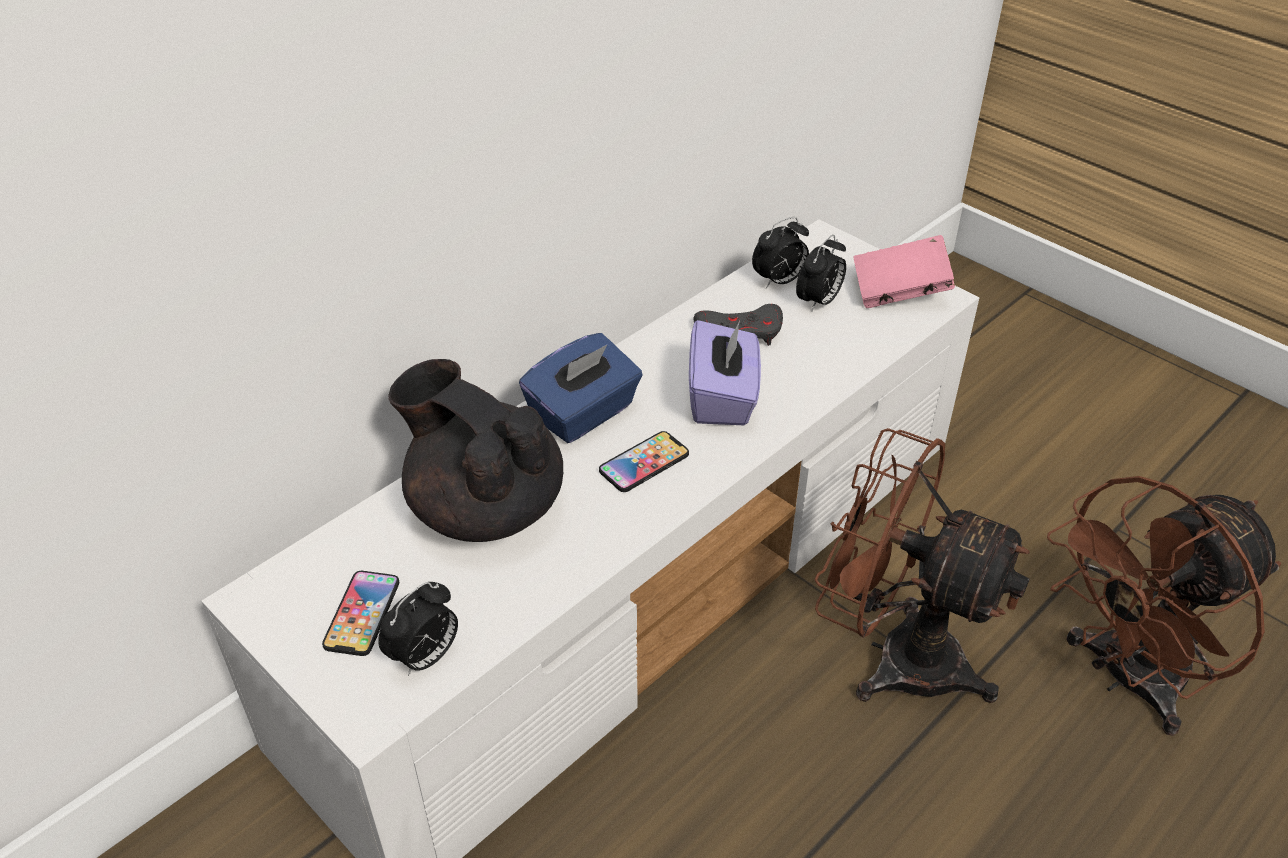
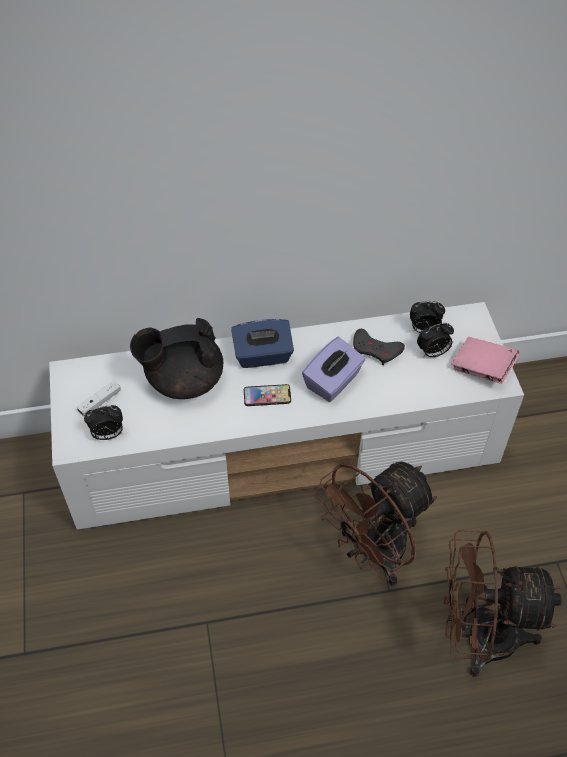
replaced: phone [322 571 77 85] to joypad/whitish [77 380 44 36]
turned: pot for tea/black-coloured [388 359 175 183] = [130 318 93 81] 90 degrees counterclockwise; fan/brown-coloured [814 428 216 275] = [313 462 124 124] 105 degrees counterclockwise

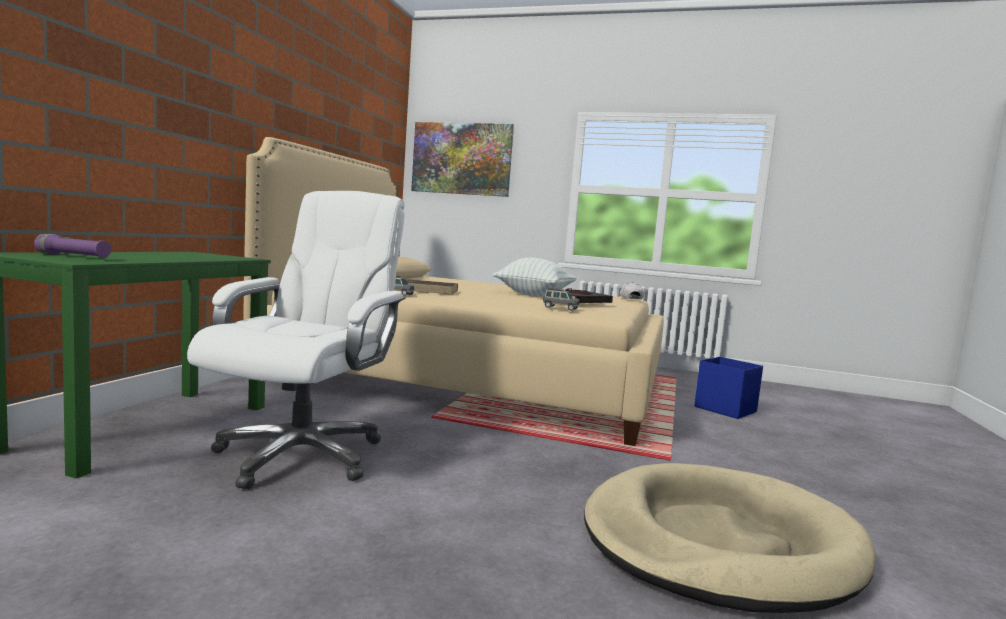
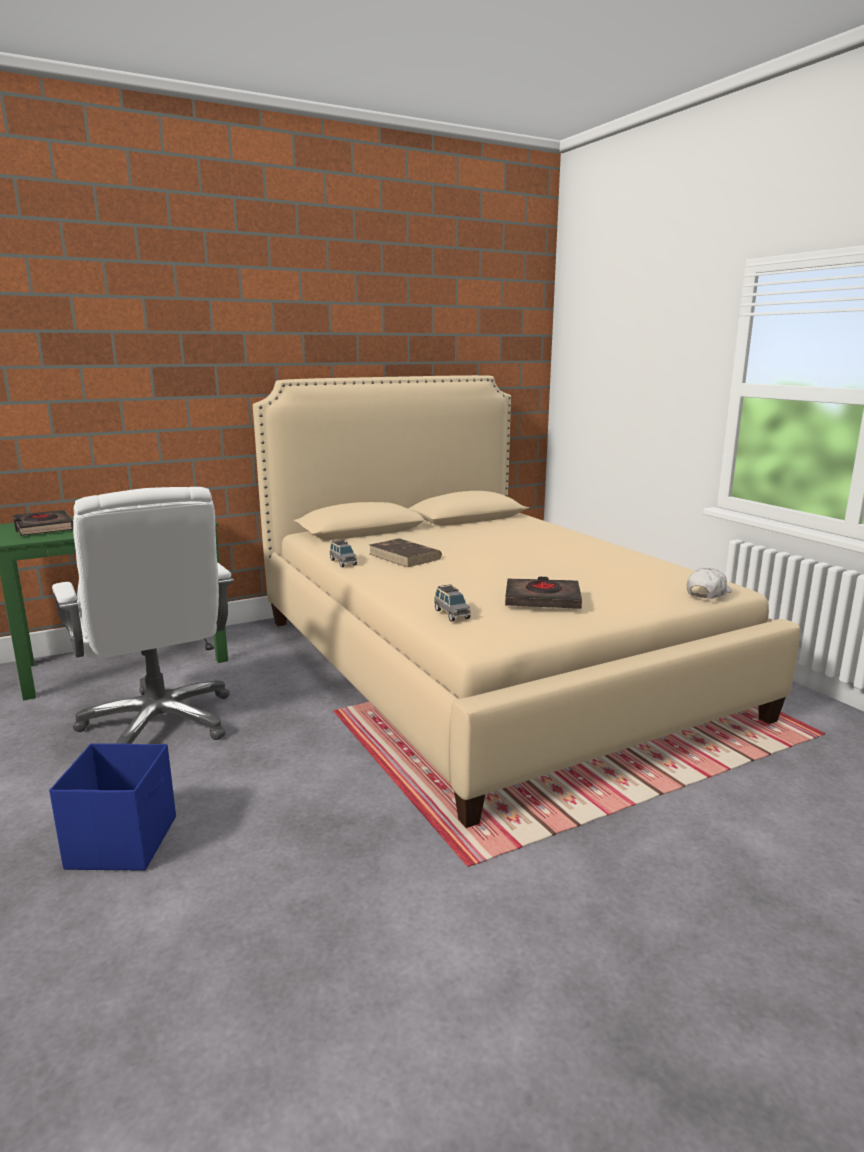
removed: wall art [411 122 103 75]; cushion [492 258 85 39]; dog bed/beige-coloured [584 463 292 150]
moved: storage bin/blue [694 357 69 62] to [49 743 127 127]
replaced: hand torch/purplish [34 234 78 24] to bound book/black-coloured [13 510 60 26]
turned: computer chair/whitish [187 191 219 298] = [52 487 182 257] 90 degrees clockwise

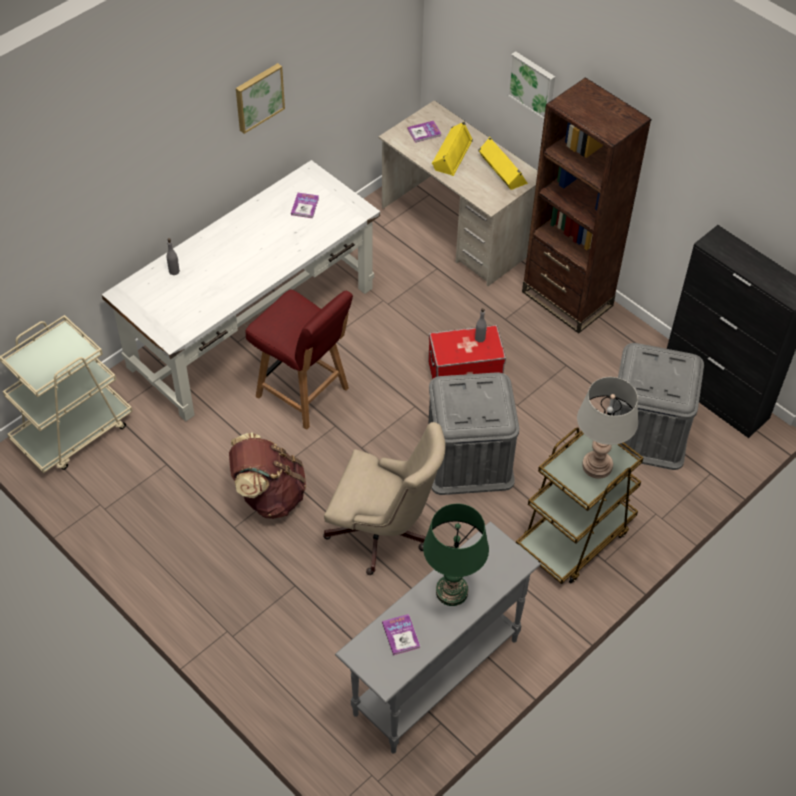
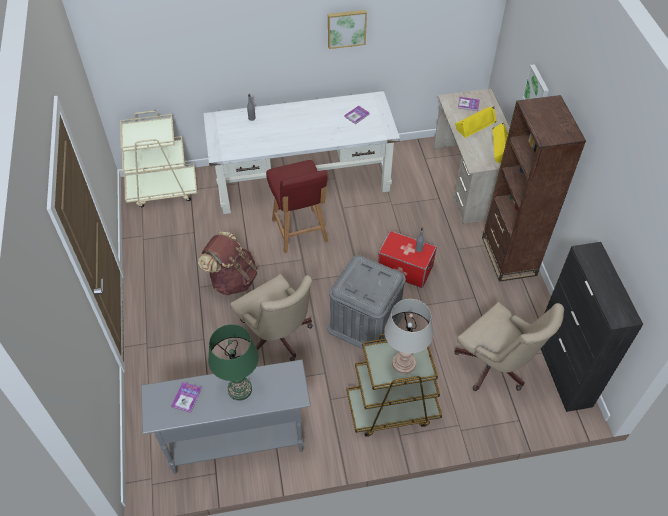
replaced: storage bin/grey [609 343 95 127] to computer chair/beige-coloured [454 302 110 89]

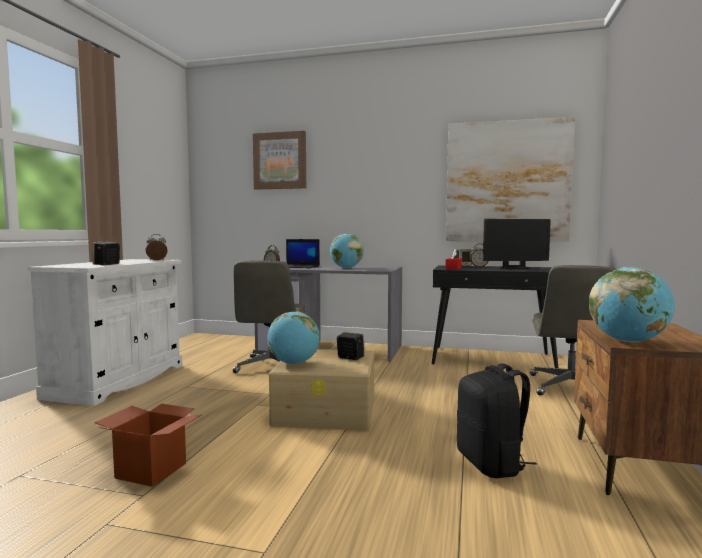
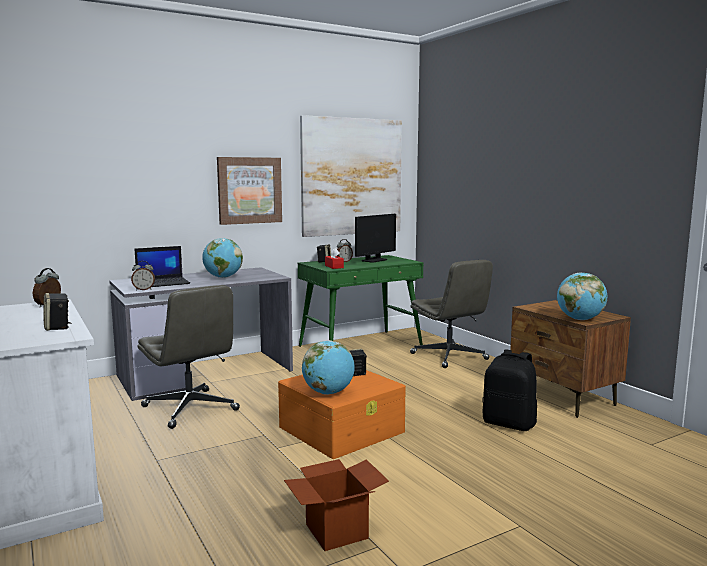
moved: wall art [253 131 53 59] to [217 157 65 68]
recoloured: storage bin/beige-coloured [269 349 105 81] to storage bin/orange [278 370 128 89]; desk/black-coloured [432 265 126 103] to desk/green [298 255 126 92]

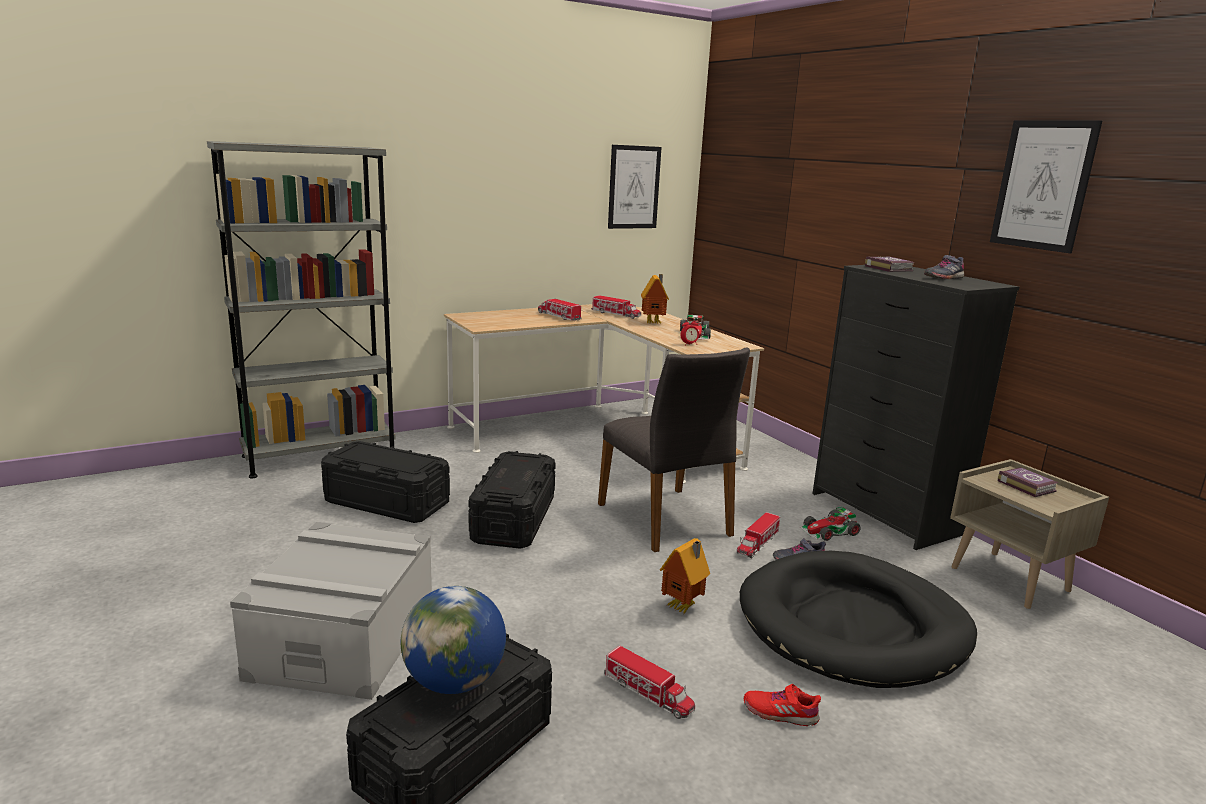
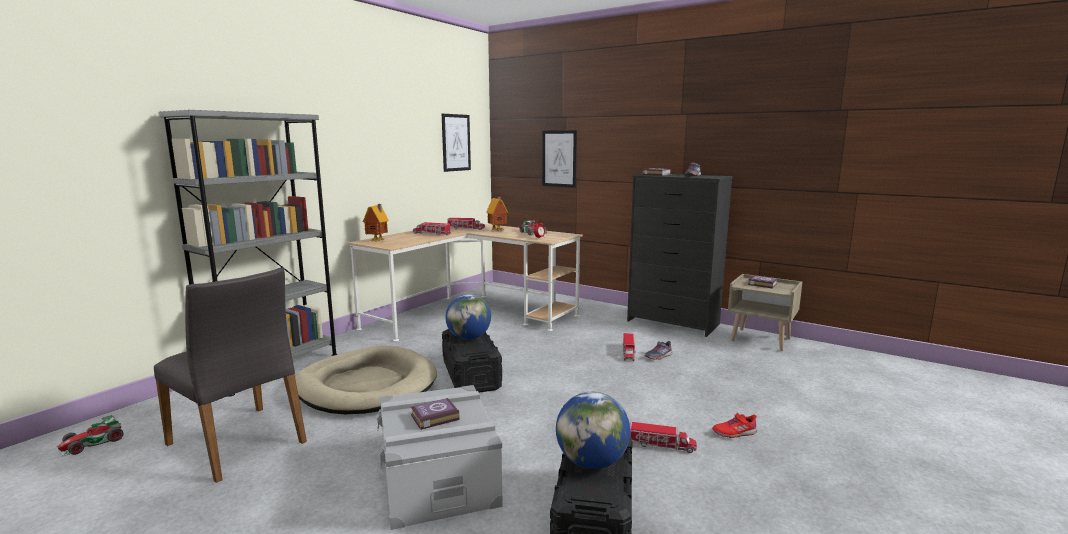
removed: dog bed/black-coloured [740 551 237 137]
added: bound book [411 398 49 32]; desk globe [445 294 46 46]
moved: toy car [800 507 60 34] to [57 415 67 42]; upright chair/grey [598 348 152 204] to [154 267 153 216]; miniature house [660 538 50 76] to [363 204 26 37]; wall art [990 120 112 133] to [542 130 35 58]
replaced: storage bin/black-coloured [321 441 129 82] to dog bed/beige-coloured [295 346 142 68]

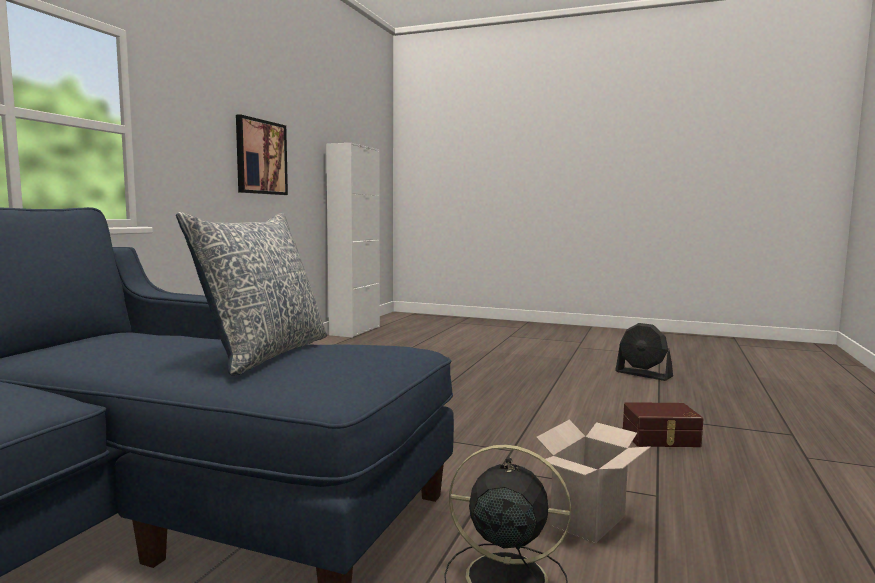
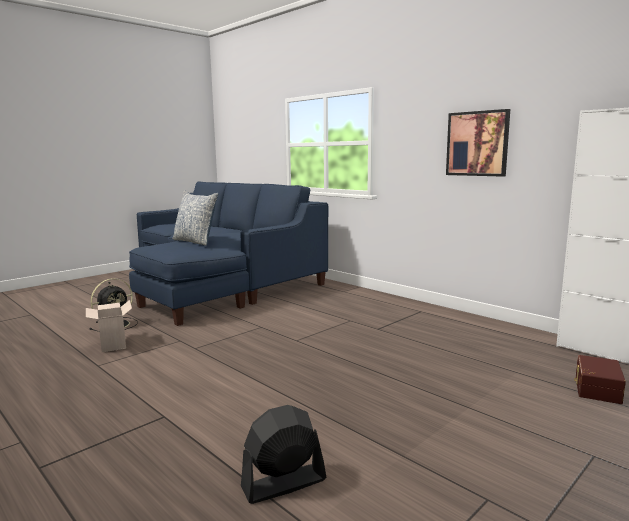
moved: storage bin/brown-coloured [623 402 80 45] to [574 355 52 49]

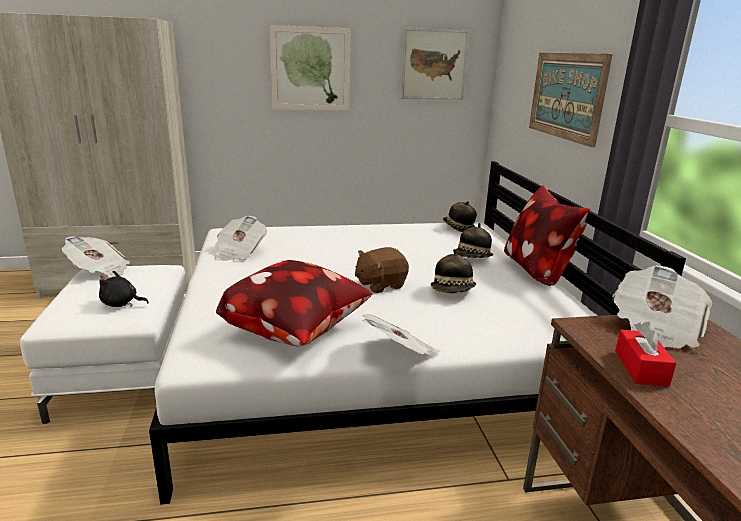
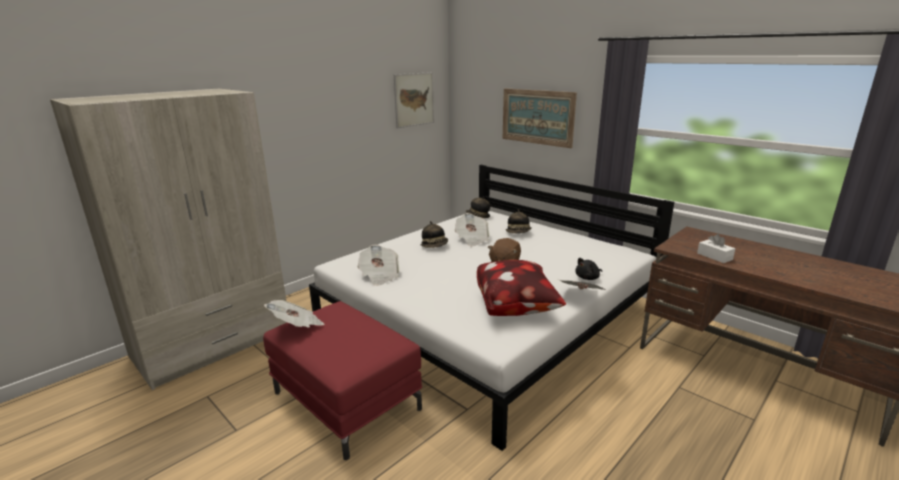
removed: wall art [270 25 80 86]; cushion [504 185 86 101]
moved: wearable hat [431 249 45 44] to [421 221 27 27]; printed paper [613 265 99 83] to [455 213 34 33]; soft toy/black-coloured [99 271 50 36] to [575 258 27 22]
recoloured: footrest/whitish [20 265 167 159] to footrest/red [263 301 159 159]; tissue box/red [615 321 62 66] to tissue box/whitish [697 234 38 29]

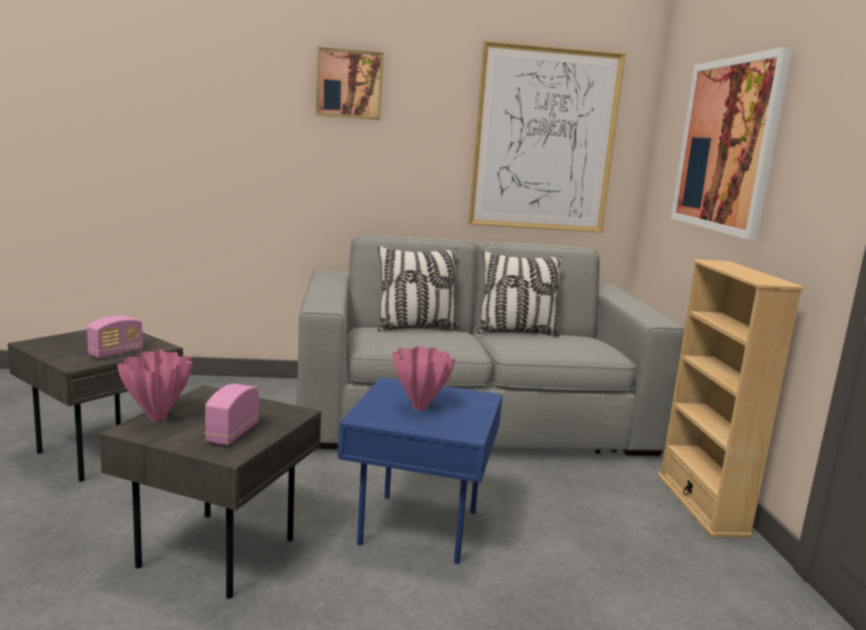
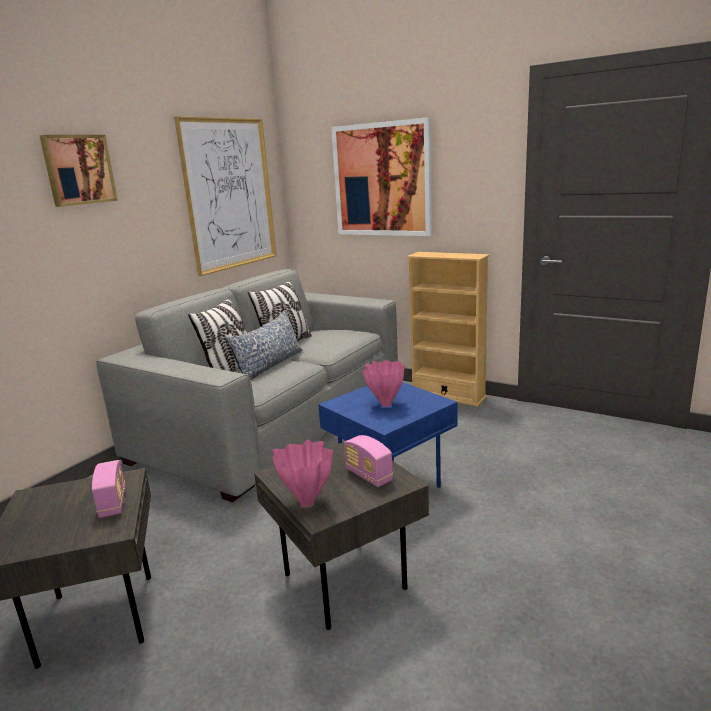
added: cushion [226 310 77 70]

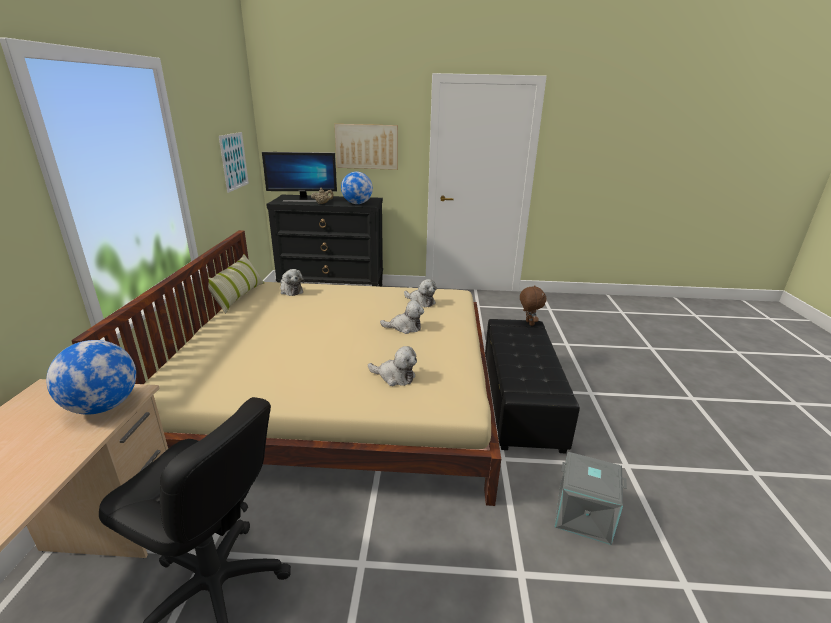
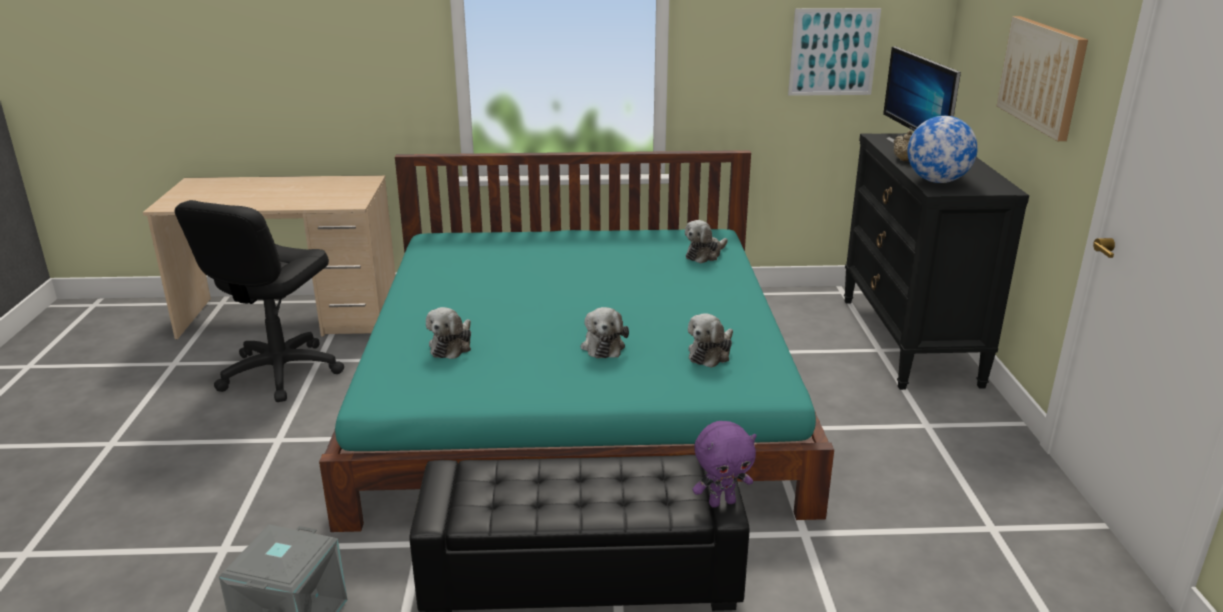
removed: desk globe [46 340 90 75]; cushion [200 254 64 60]
recoloured: bed/beige-coloured [71 230 430 276] to bed/blue-green [319 150 515 382]; soft toy/brown-coloured [520 285 26 41] to soft toy/purplish [692 421 65 87]

